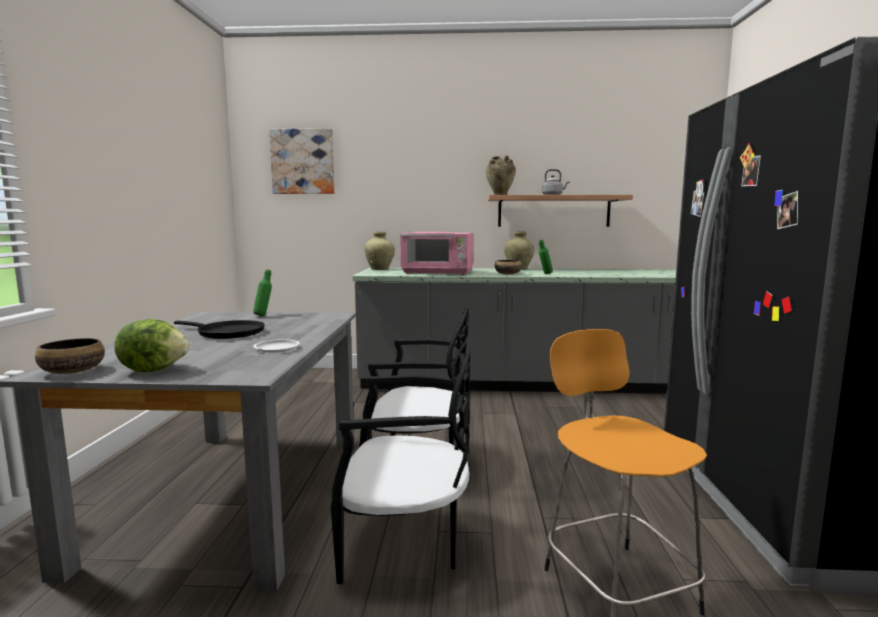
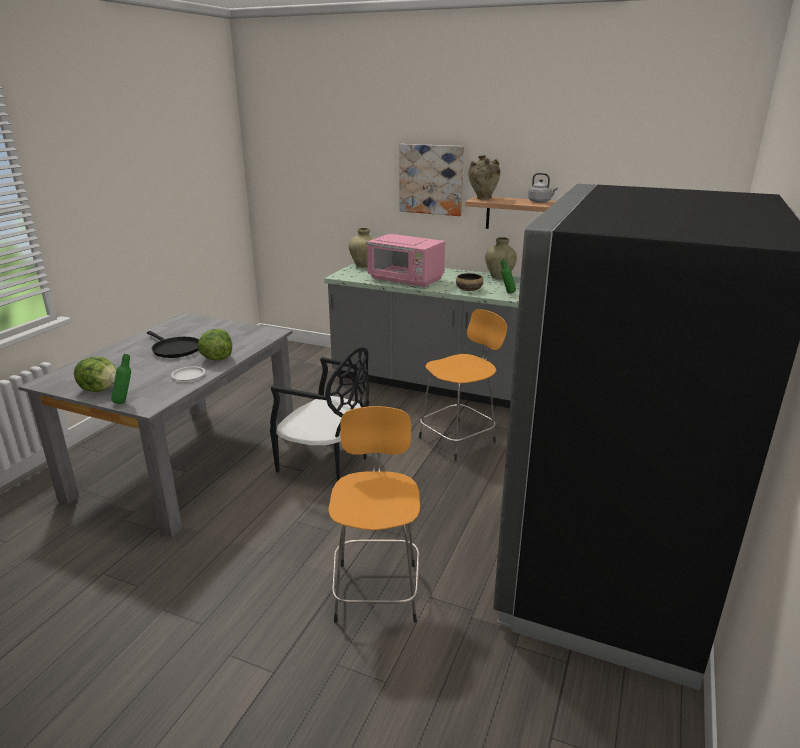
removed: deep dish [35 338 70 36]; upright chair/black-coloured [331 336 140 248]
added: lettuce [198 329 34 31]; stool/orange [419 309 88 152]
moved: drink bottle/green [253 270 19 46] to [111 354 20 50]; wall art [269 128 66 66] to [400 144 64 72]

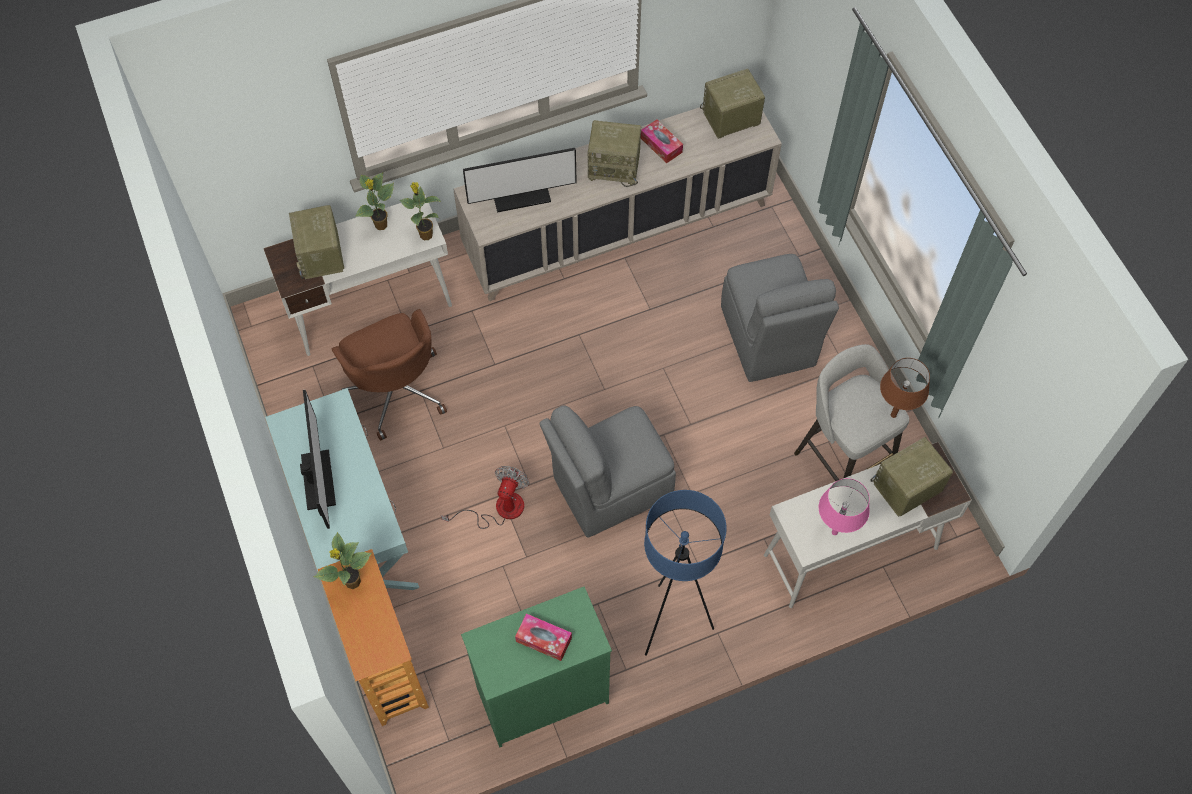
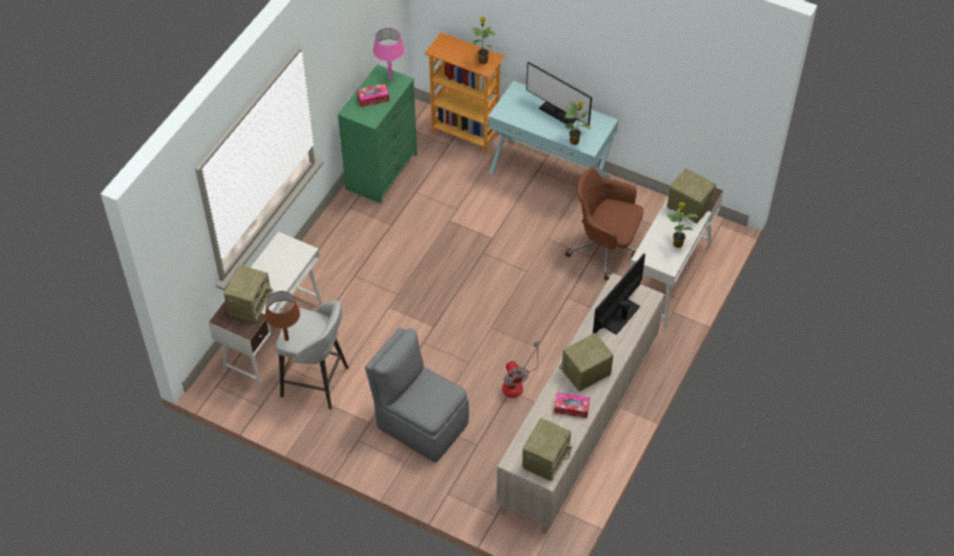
removed: upright chair/grey [539 405 137 133]; floor lamp/blue [644 490 83 166]
moved: table lamp/pinkish [819 478 51 57] to [373 28 31 51]; fan [441 466 88 63] to [502 341 37 57]; potted plant [399 182 43 58] to [564 101 27 44]

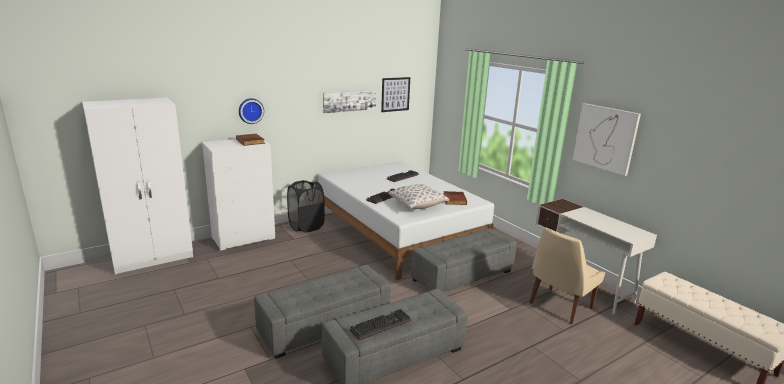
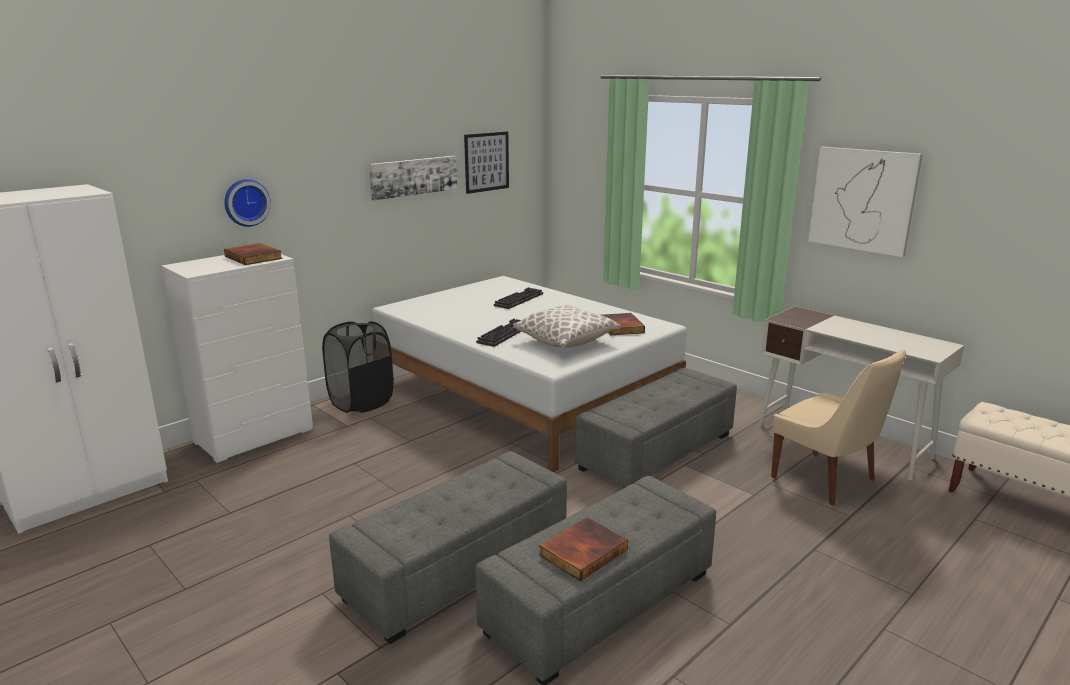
replaced: computer keyboard [350 309 61 31] to bound book [539 517 89 64]
turned: upright chair/beige-coloured [529 227 76 97] = [771 349 135 157] 75 degrees counterclockwise

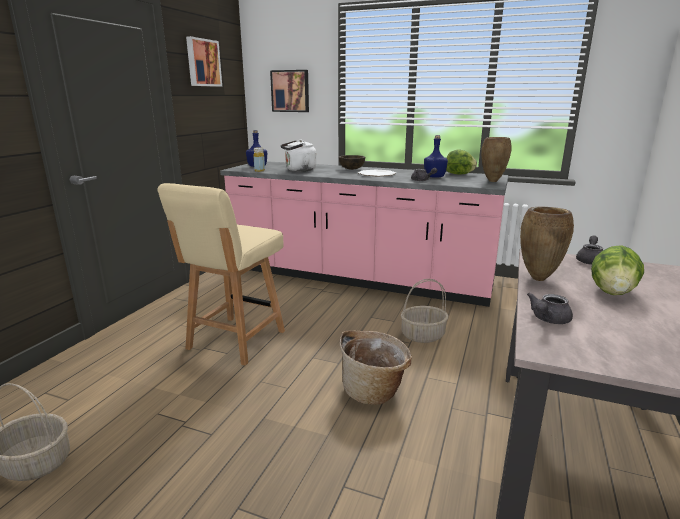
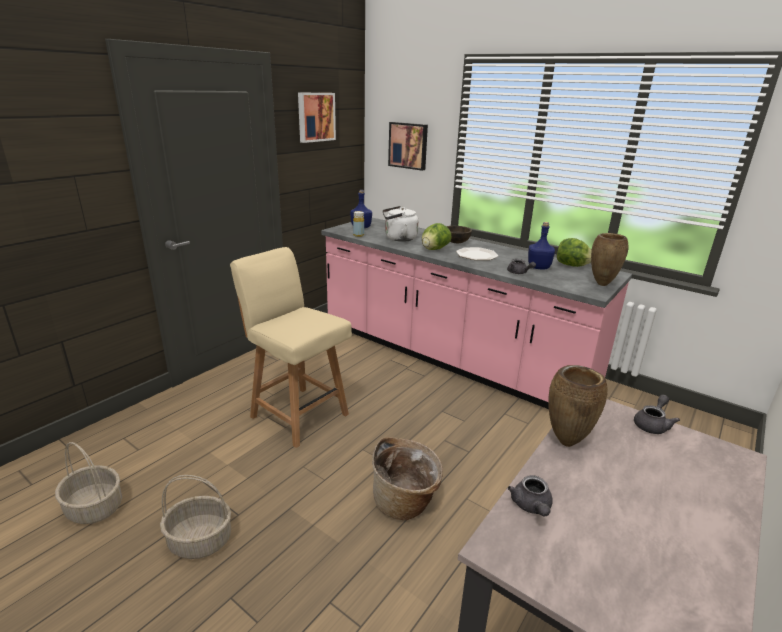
moved: storage basket [401 279 47 64] to [160 475 71 84]; lettuce [591 245 53 50] to [422 223 30 27]
turned: upright chair/beige-coloured [157 183 128 183] = [230 247 122 201] 90 degrees clockwise; pot for tea/grey [527 293 46 31] = [508 475 45 42] 60 degrees counterclockwise

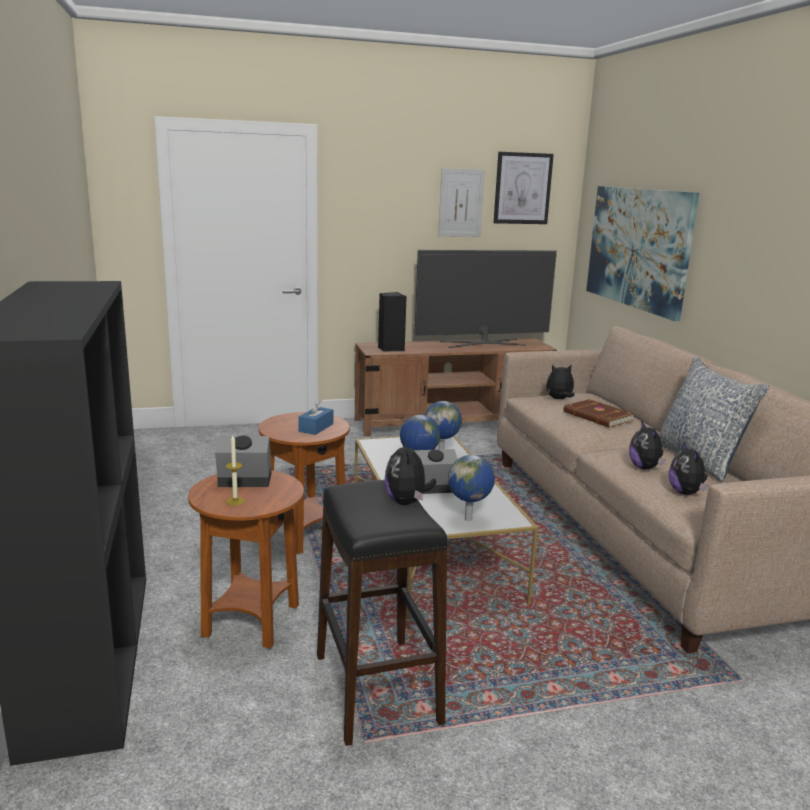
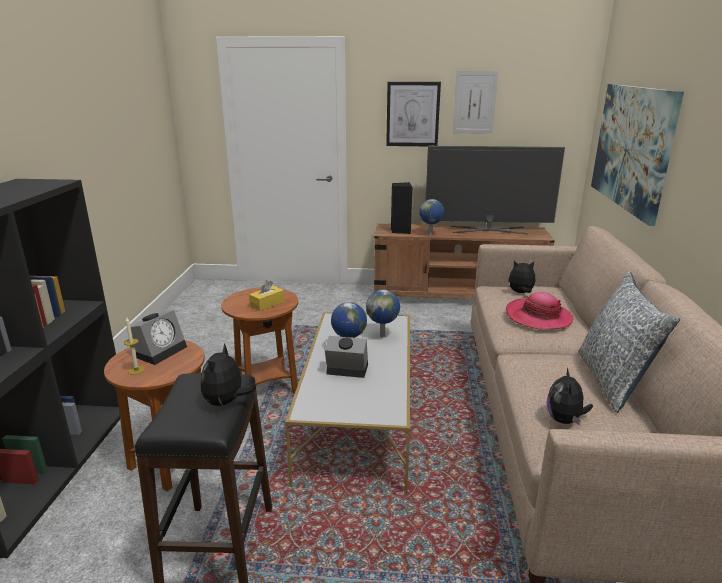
removed: soft toy [629 421 37 49]
moved: wall art [494 152 60 72] to [386 82 55 64]; desk globe [448 455 47 66] to [419 199 25 37]
replaced: bound book/brown-coloured [564 399 70 29] to wearable hat [506 292 67 37]
recoloured: tissue box/blue [298 398 35 37] to tissue box/yellow-coloured [249 280 35 31]
turned: bedside clock [215 435 57 52] = [130 310 57 55] 105 degrees clockwise

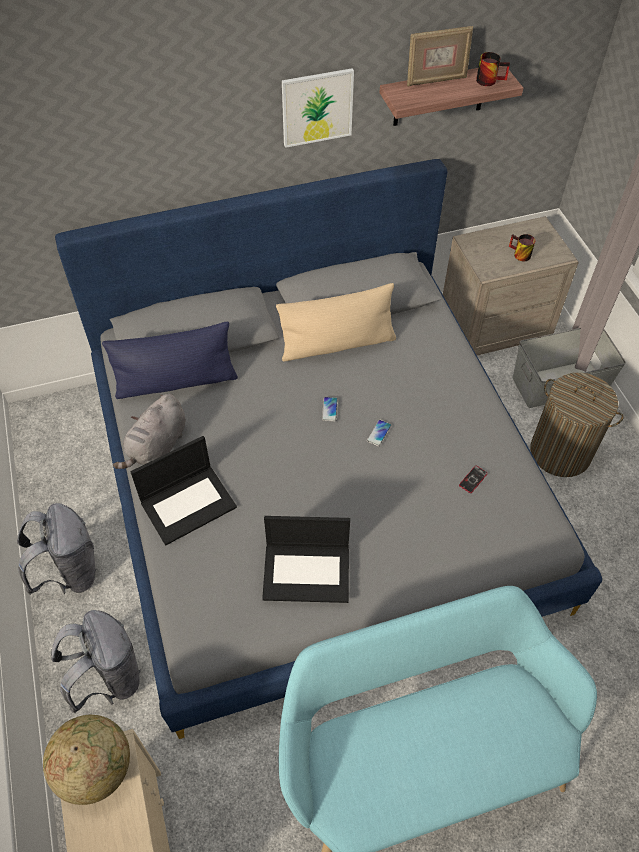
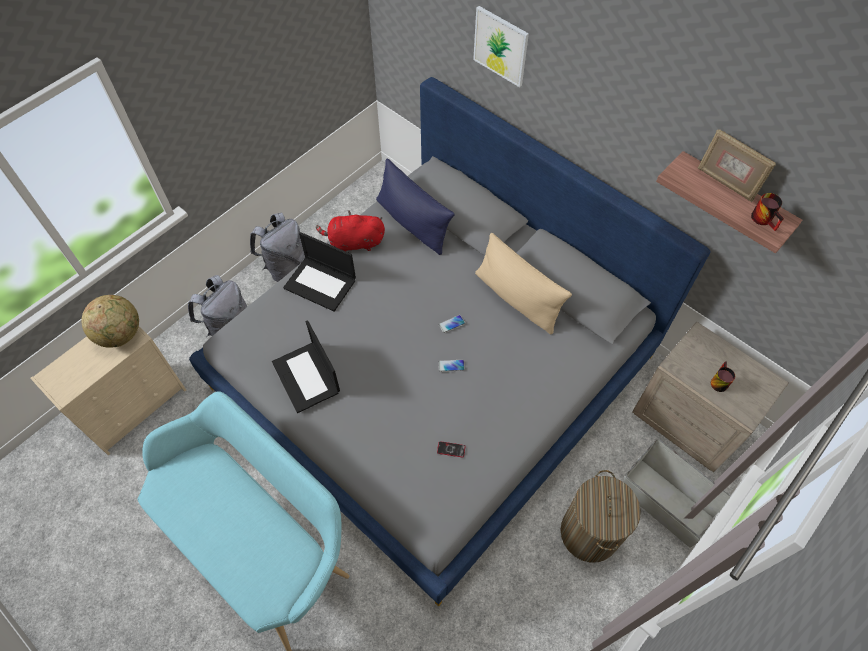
moved: wall art [282 68 72 80] to [473 6 56 81]
recoloured: soft toy/grey [113 394 73 75] to soft toy/red [316 211 69 41]

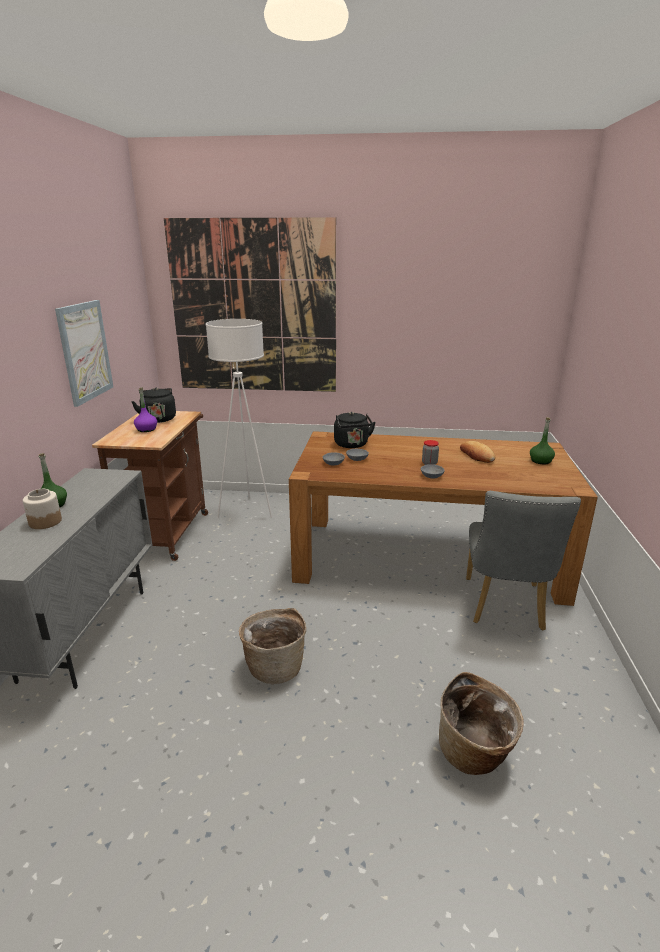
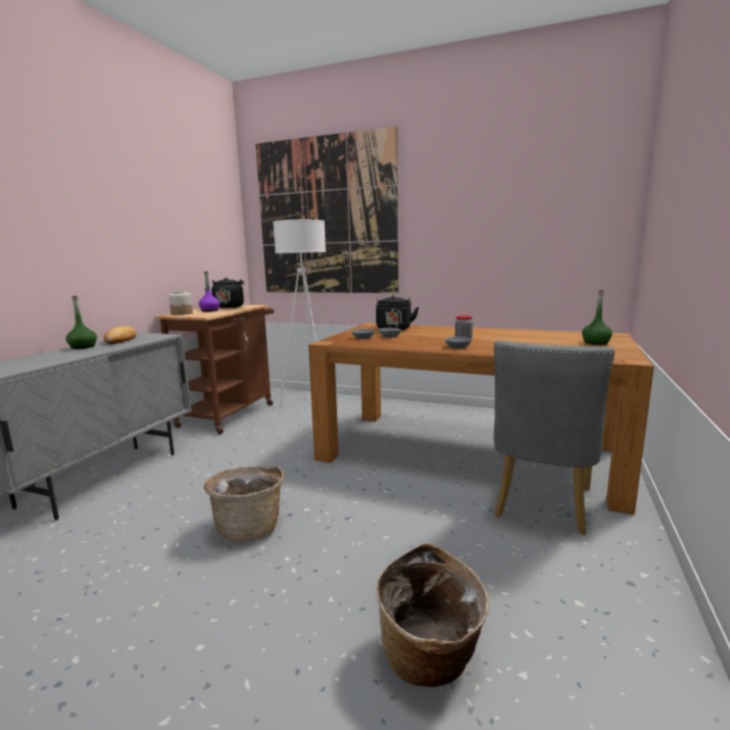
removed: wall art [55 300 58 107]
moved: bakery bread [460 441 35 22] to [104 326 32 18]; jar [23 489 39 40] to [169 290 24 25]

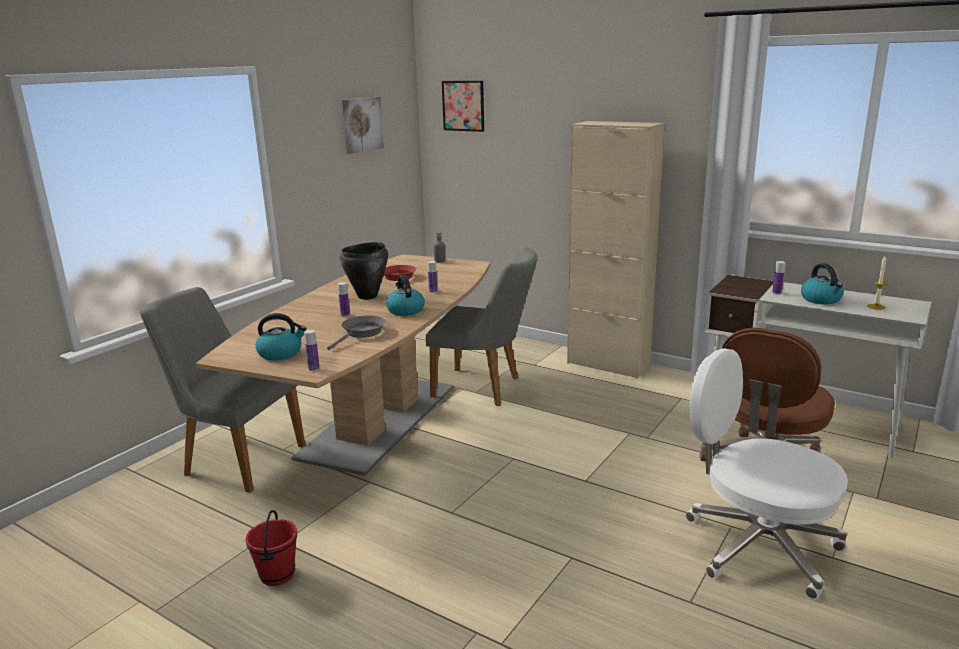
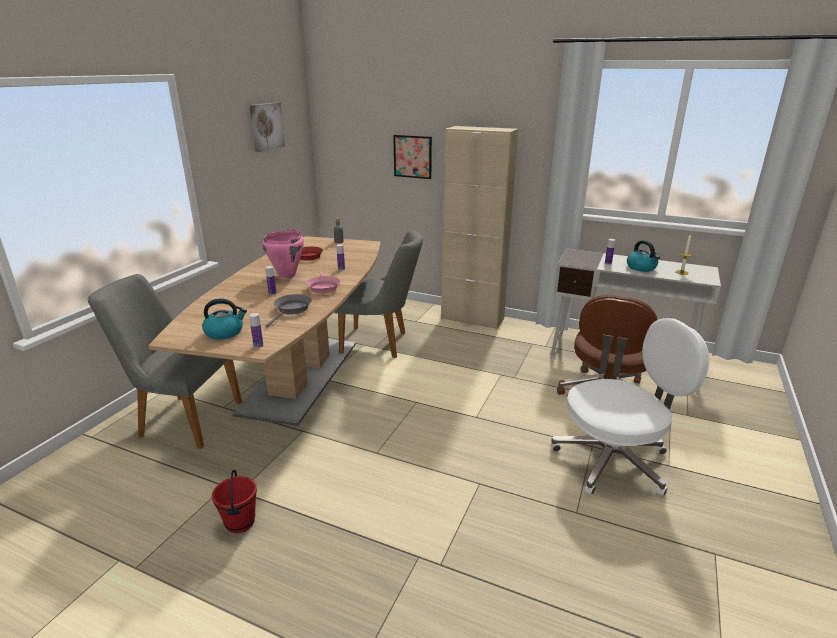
moved: wall art [442 81 42 51] to [393 135 39 44]
replaced: kettle [386 275 39 41] to skillet/pinkish [306 271 34 23]
recoloured: saucepot/black-coloured [340 242 48 58] to saucepot/pinkish [262 230 42 49]
turned: computer chair/whitish [685 348 163 251] = [550 318 160 178] 135 degrees clockwise

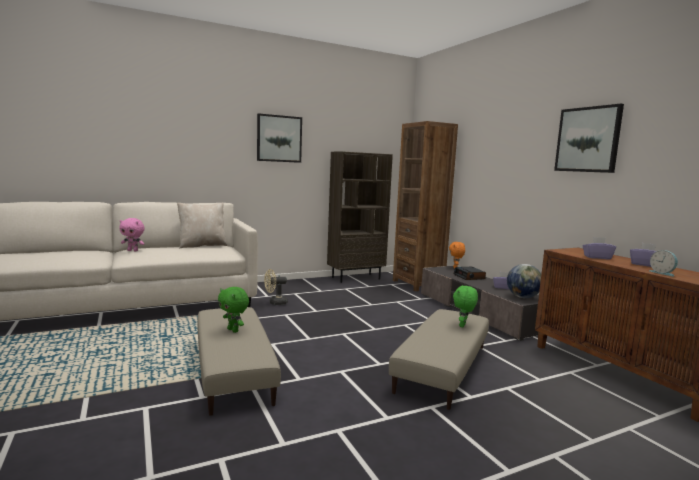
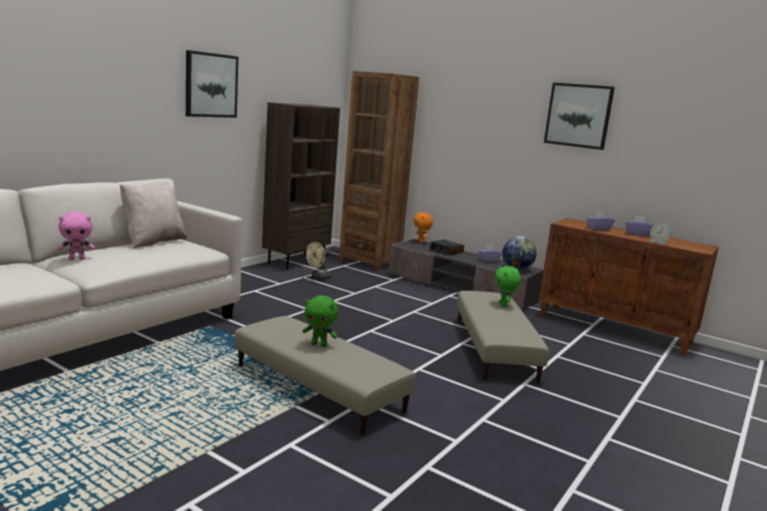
moved: fan/beige-coloured [264 269 24 36] to [306 242 25 38]

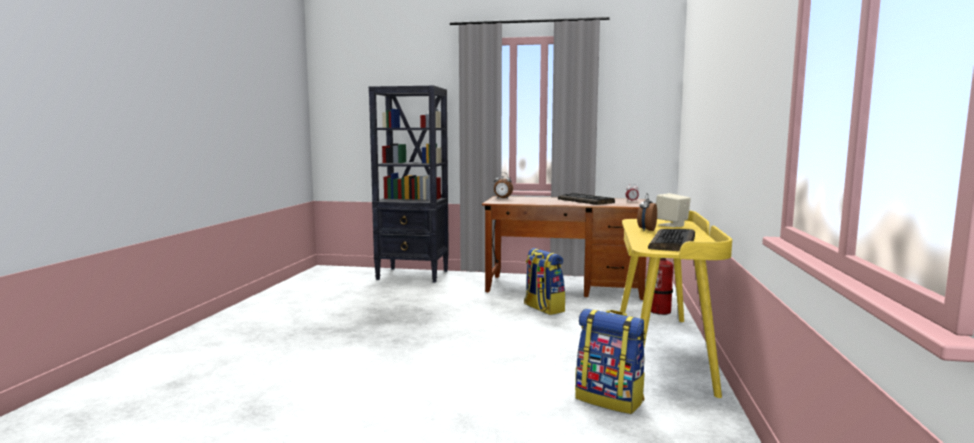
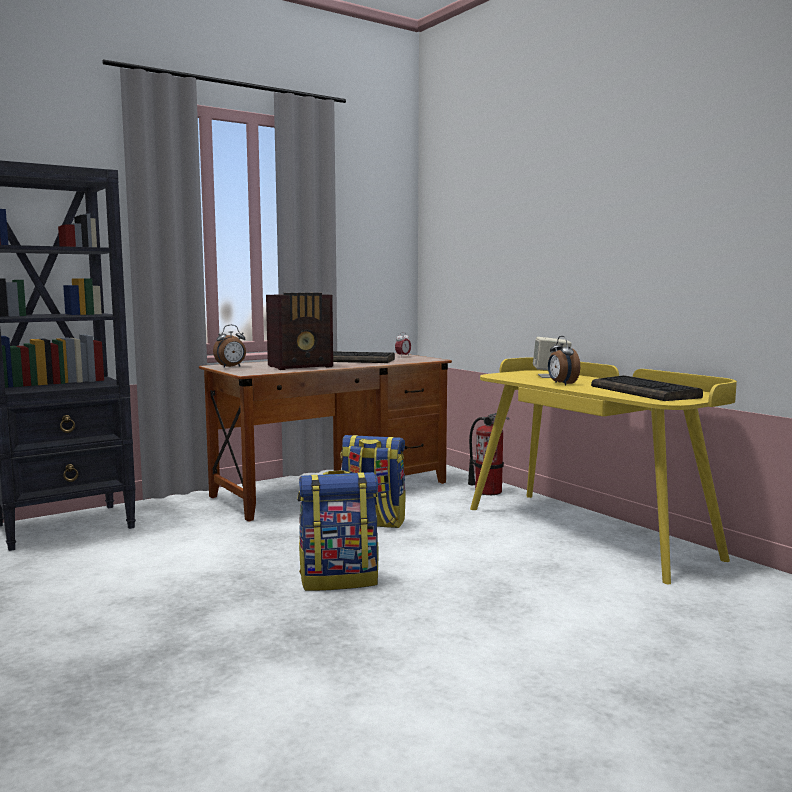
added: radio receiver [266 293 67 77]
moved: rucksack [575 309 71 105] to [297 470 81 121]

